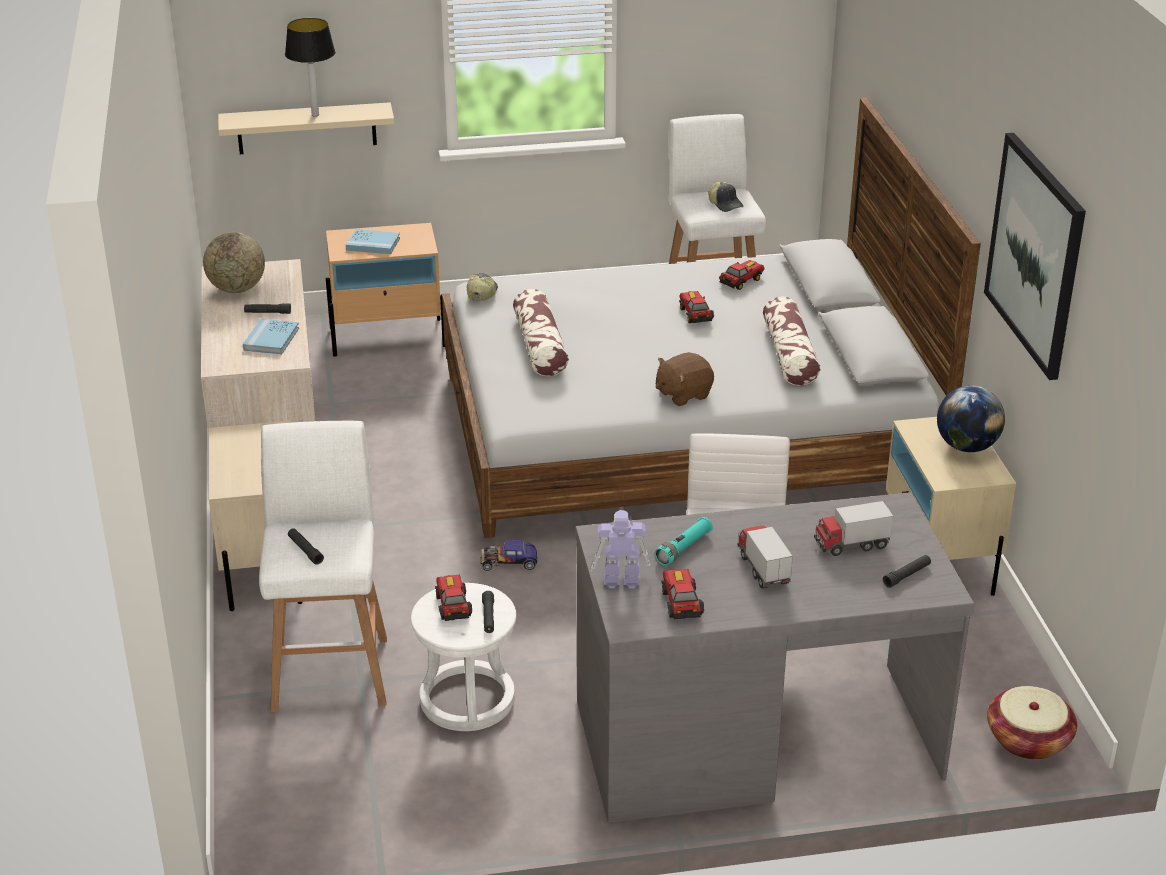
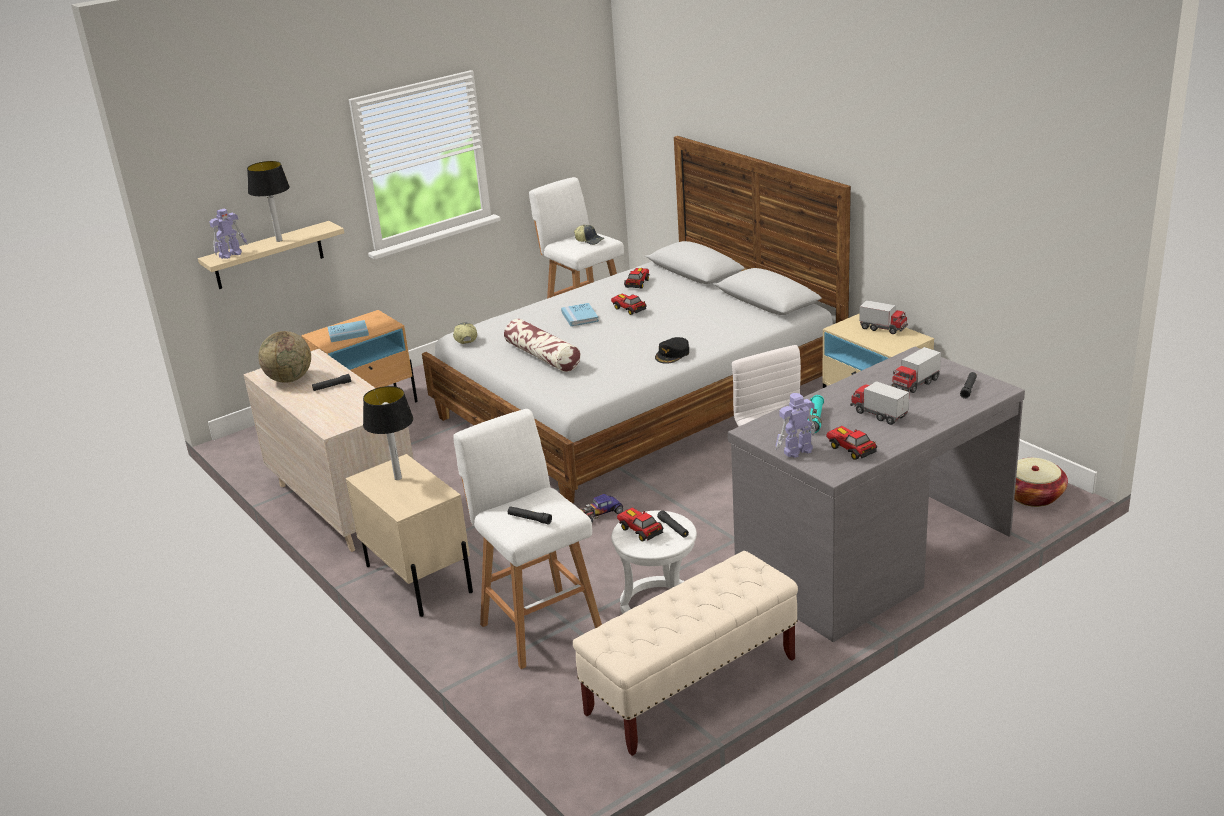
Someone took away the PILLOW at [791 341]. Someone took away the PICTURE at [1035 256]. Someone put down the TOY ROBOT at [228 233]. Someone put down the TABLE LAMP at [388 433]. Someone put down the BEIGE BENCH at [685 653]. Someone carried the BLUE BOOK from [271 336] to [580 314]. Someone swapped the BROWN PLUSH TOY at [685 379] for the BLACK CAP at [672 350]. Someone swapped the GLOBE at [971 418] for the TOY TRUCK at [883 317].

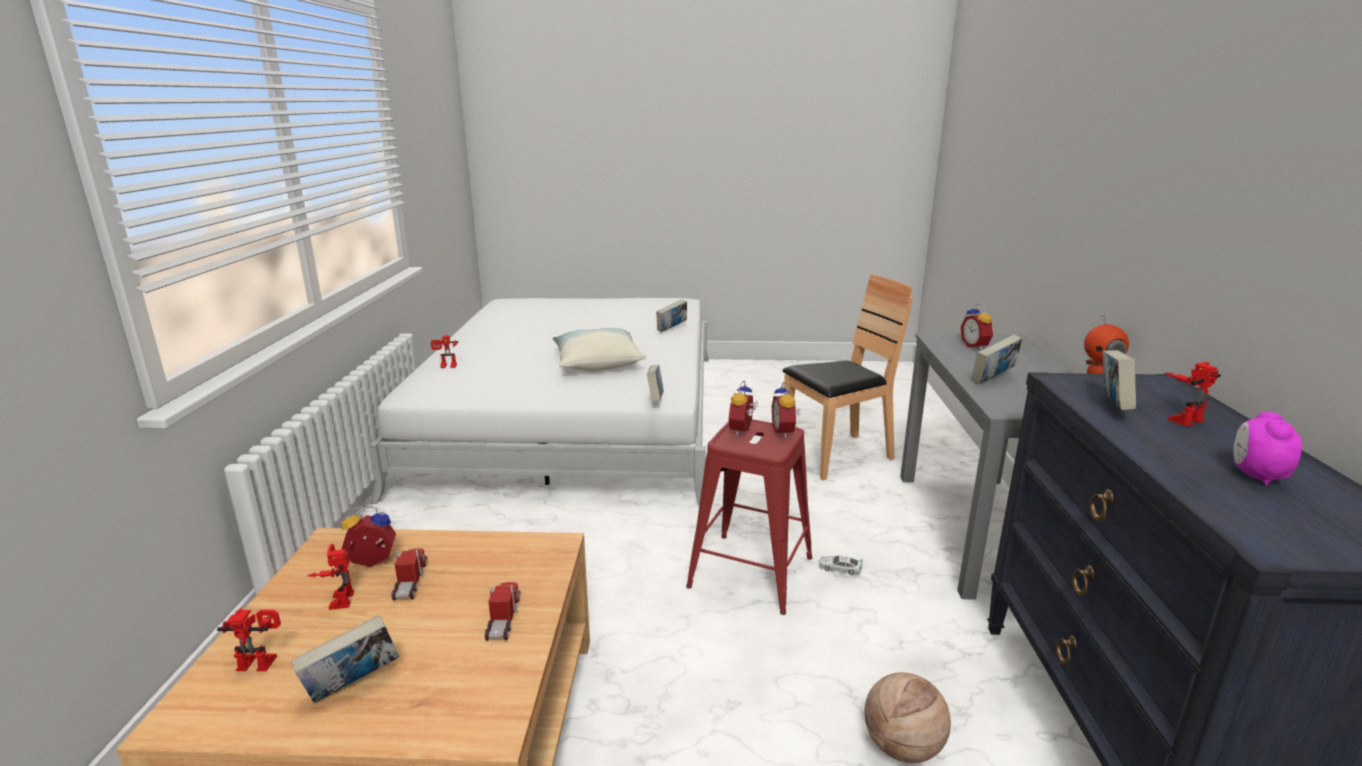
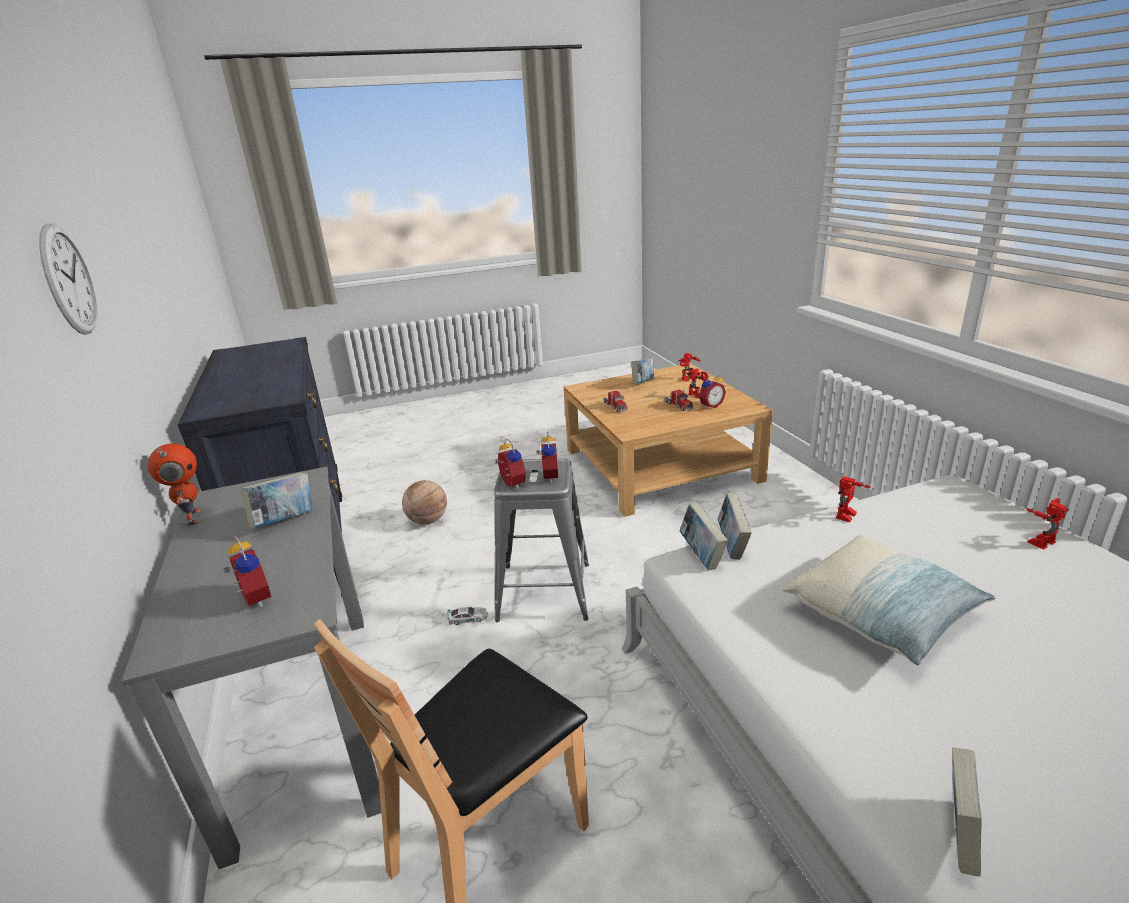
Someone took away the ALARM CLOCK at [1268 448]. Someone put up the WALL CLOCK at [68 279]. Someone carried the BOOK from [1119 380] to [735 526]. Someone carried the TOY ROBOT from [1193 394] to [853 499]. Someone repainted the RED STOOL at [749 517], which became the GREY STOOL at [541 540].

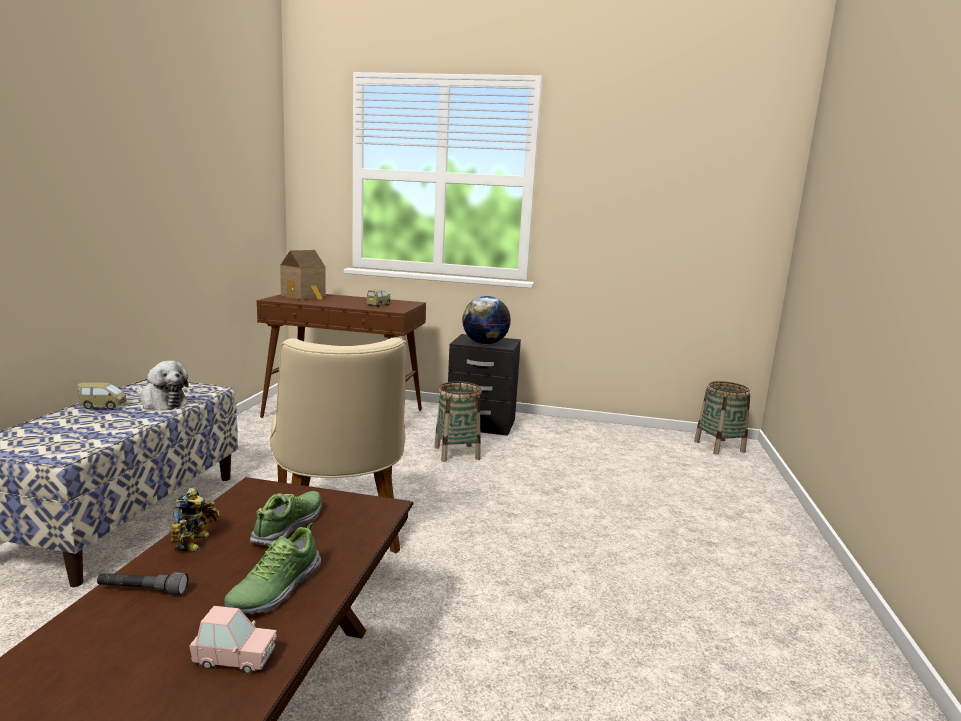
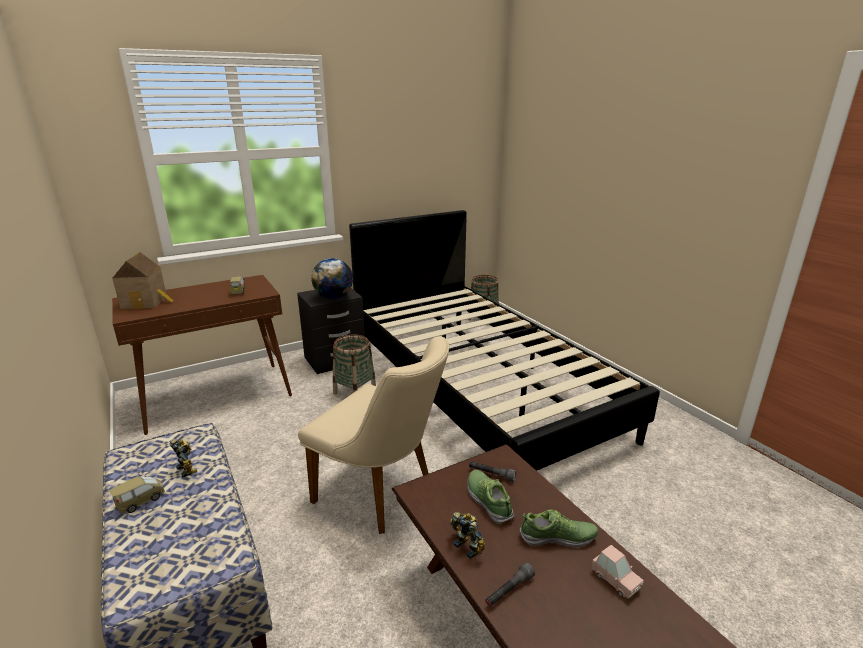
Someone put down the BLACK BED at [504 340]. Someone put down the GREY FLASHLIGHT at [492 471]. Someone swapped the PLUSH TOY at [162 385] for the TOY ROBOT at [183 458]. Someone rotated the PINK TOY CAR at [233 640] by 90 degrees clockwise. Someone rotated the SHOE at [272 568] by 75 degrees counterclockwise.

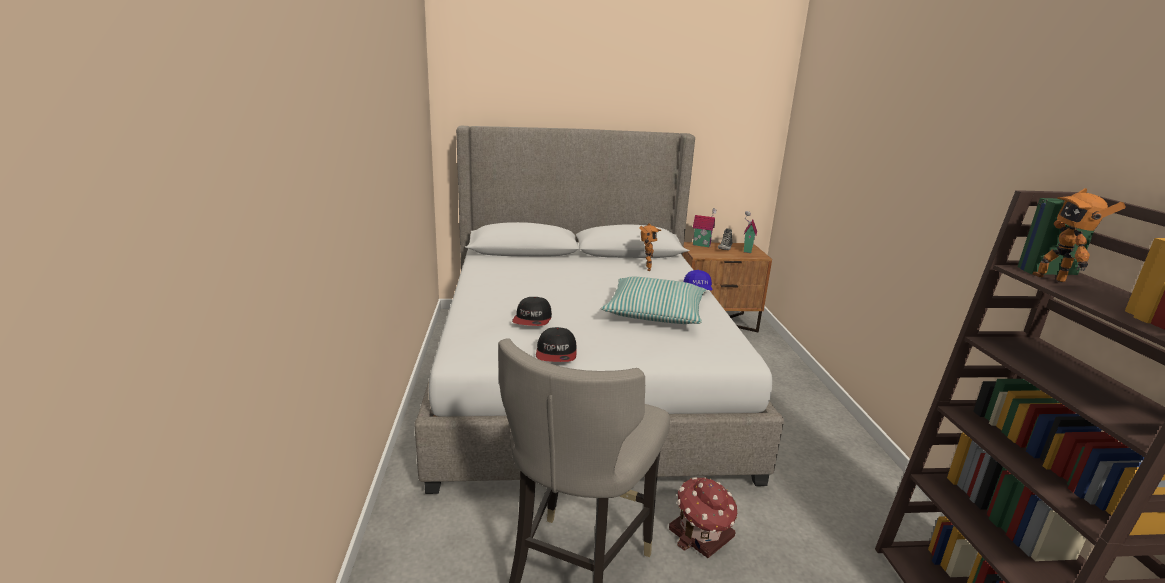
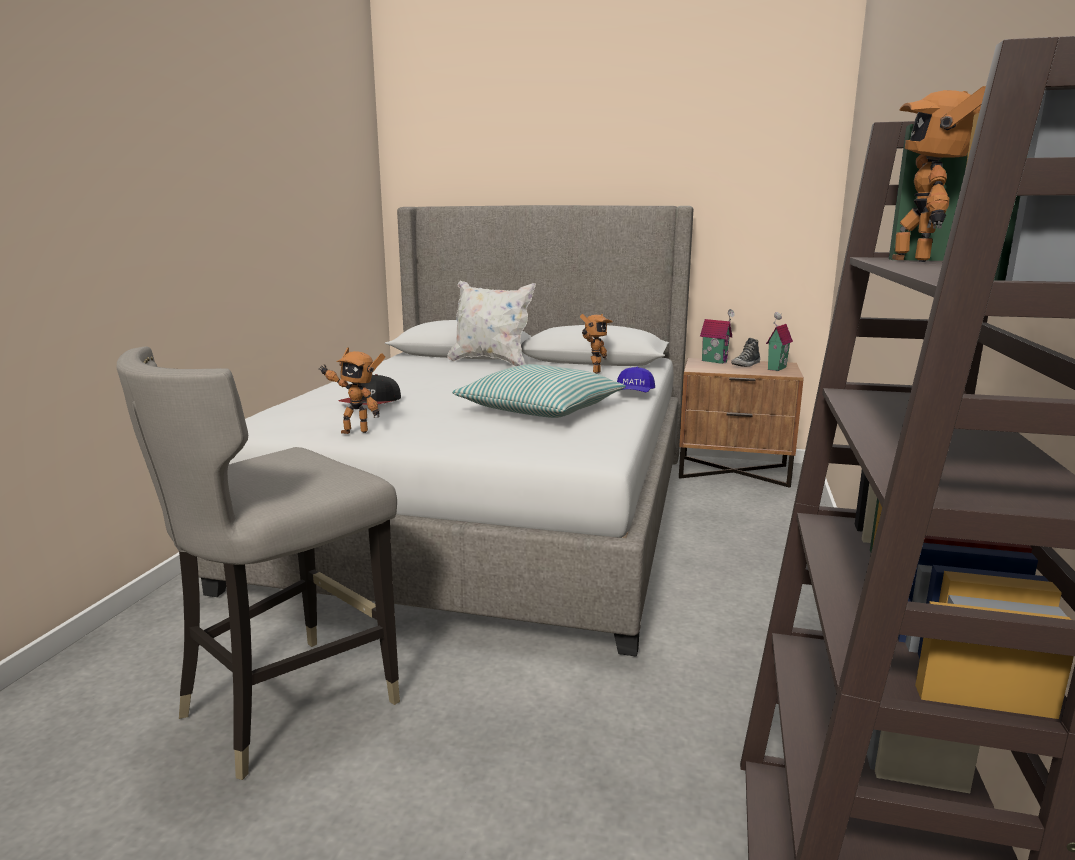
Someone took away the TOY HOUSE at [703 517]. Someone put down the WHITE PILLOW at [491 323]. Someone swapped the CAP at [556 344] for the TOY ROBOT at [352 390].

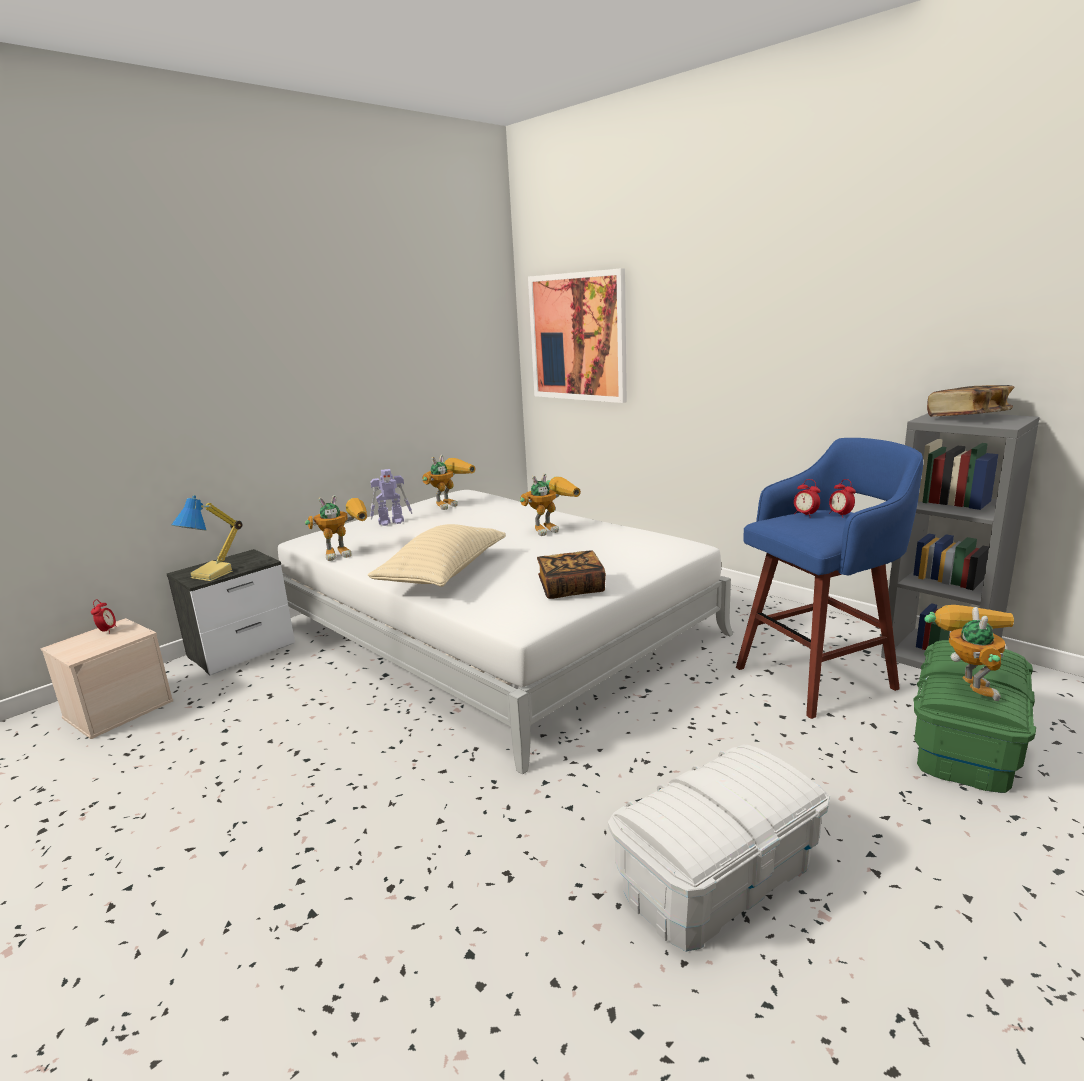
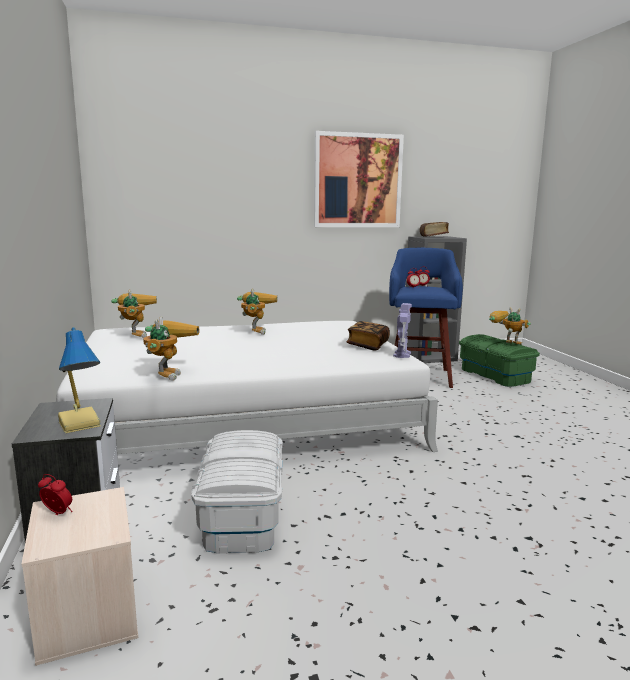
Someone took away the BEIGE PILLOW at [437 555]. Someone carried the TOY ROBOT from [391 497] to [402 330]. Someone carried the PICTURE from [577 335] to [359 179]. Someone carried the WHITE STORAGE BOX from [719 847] to [237 492].

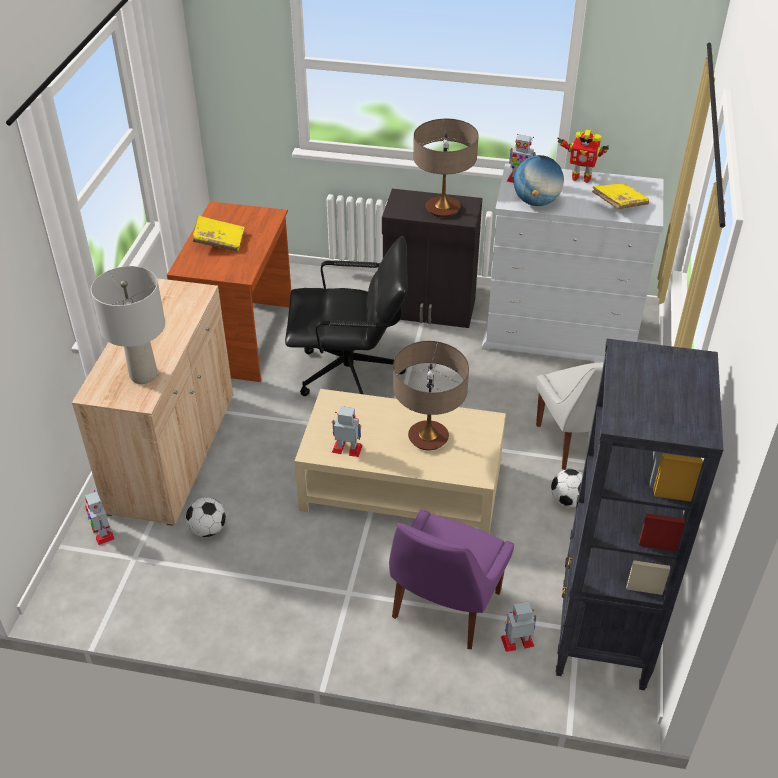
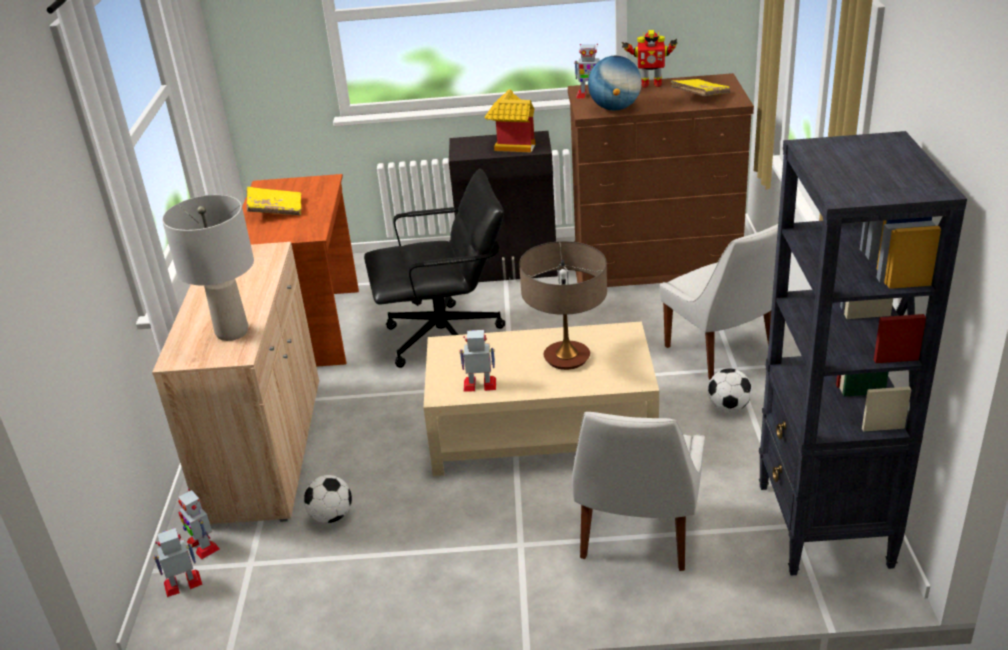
Someone carried the TOY ROBOT from [519 626] to [178 562]. Someone swapped the TABLE LAMP at [446 168] for the TOY HOUSE at [510 120]. Someone repainted the PURPLE CHAIR at [451 579], which became the WHITE CHAIR at [638 491]. Someone repainted the WHITE DRESSER at [572 262], which became the BROWN DRESSER at [661 180].

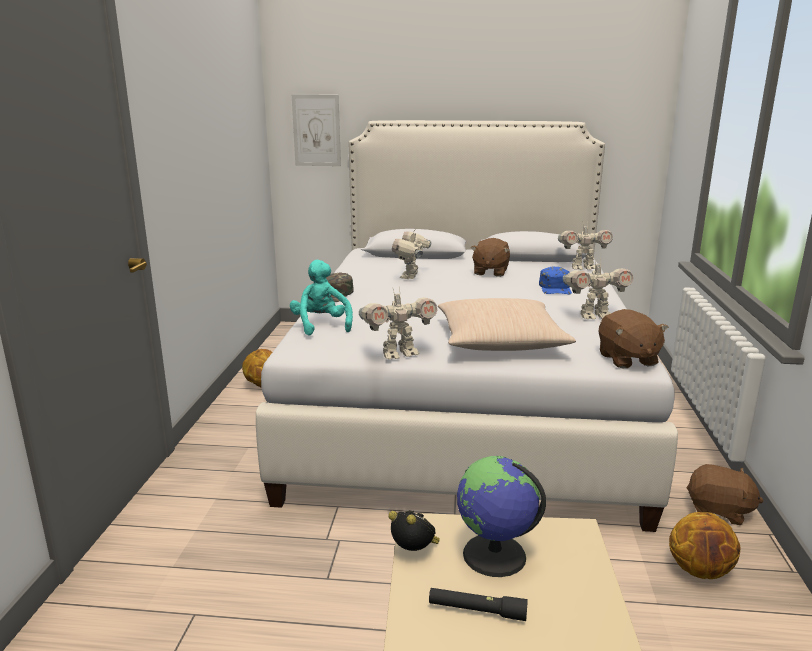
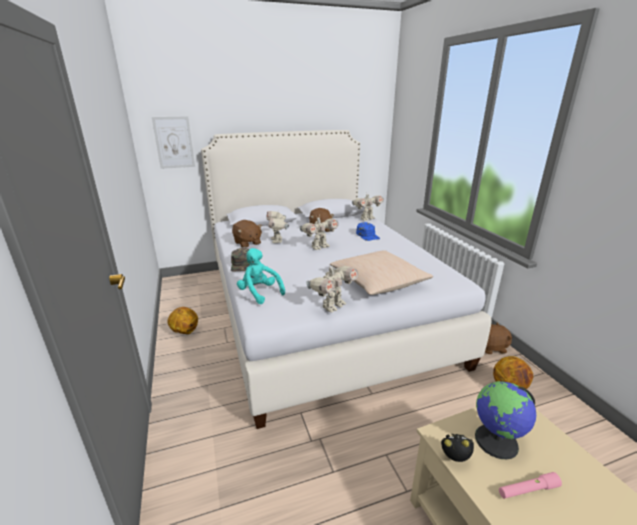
Someone carried the TOY ROBOT from [598 289] to [319 232]. Someone carried the BROWN PLUSH TOY from [633 339] to [247 234]. Someone repainted the BLACK FLASHLIGHT at [478 604], which became the PINK FLASHLIGHT at [530 485].

